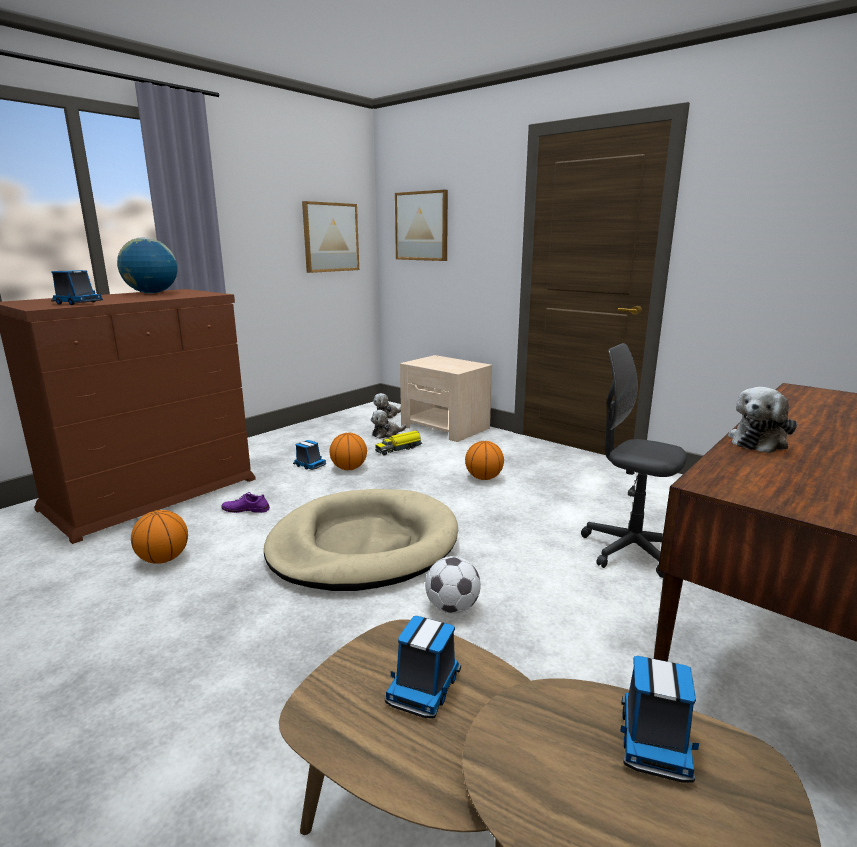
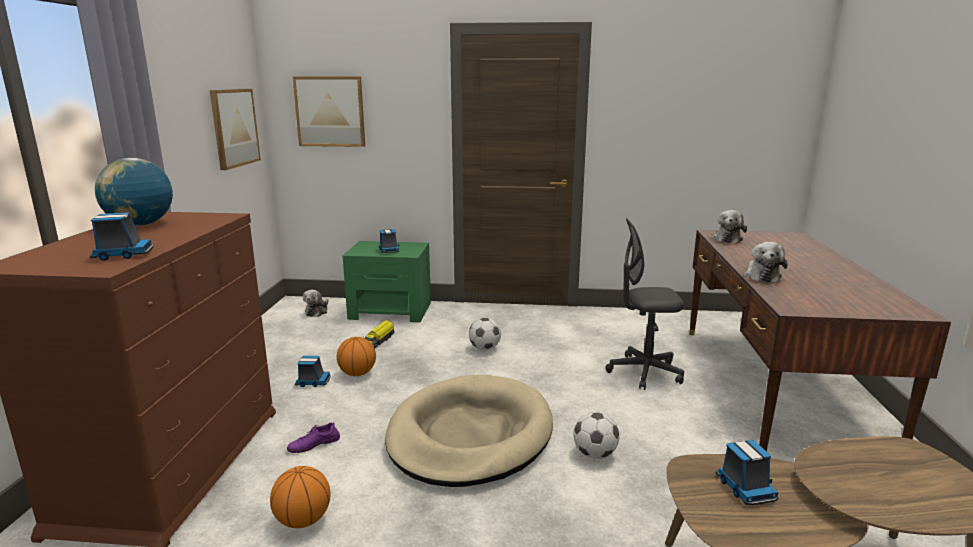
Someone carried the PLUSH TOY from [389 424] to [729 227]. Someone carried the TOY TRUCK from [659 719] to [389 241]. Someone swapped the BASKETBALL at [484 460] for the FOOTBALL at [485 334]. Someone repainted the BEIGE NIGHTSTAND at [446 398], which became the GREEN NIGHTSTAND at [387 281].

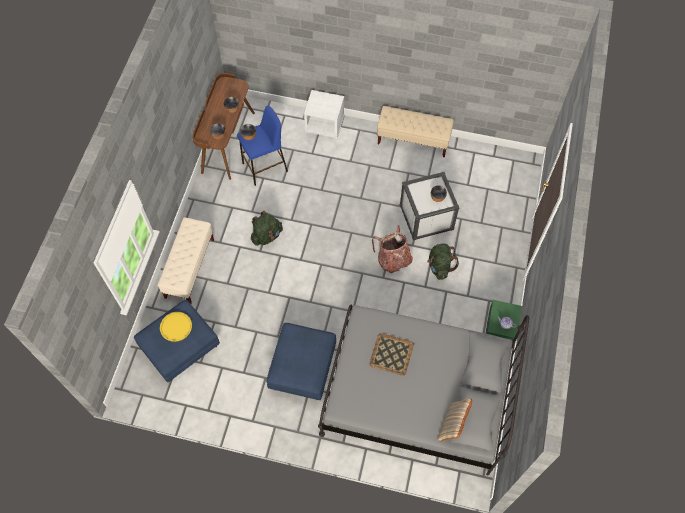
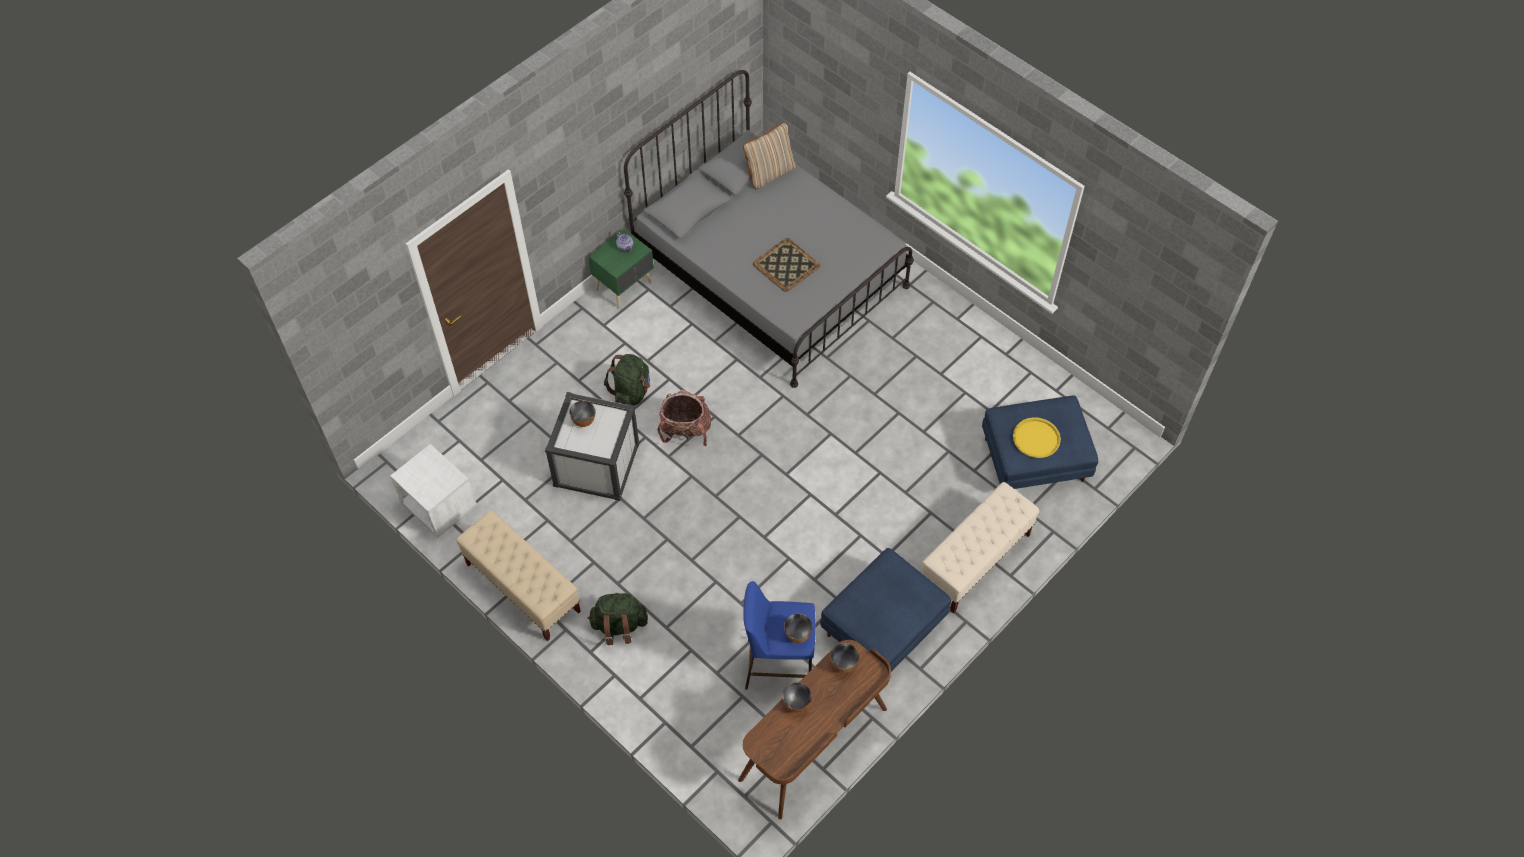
Someone carried the GREEN BACKPACK from [267 228] to [617 619]. Someone carried the BLUE OTTOMAN from [301 361] to [885 610]. Someone carried the WHITE NIGHTSTAND from [324 114] to [433 491].

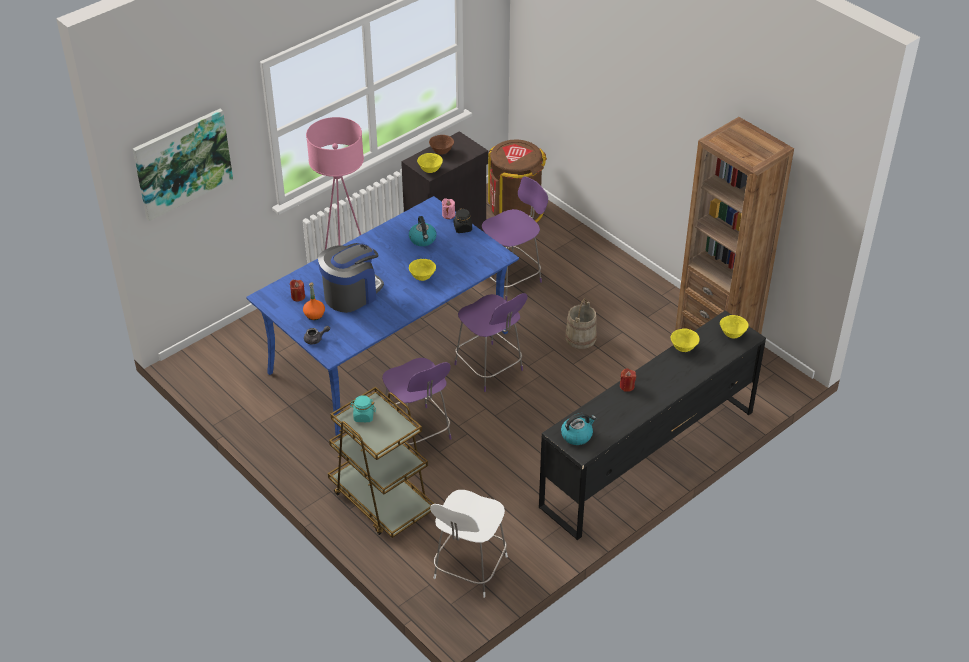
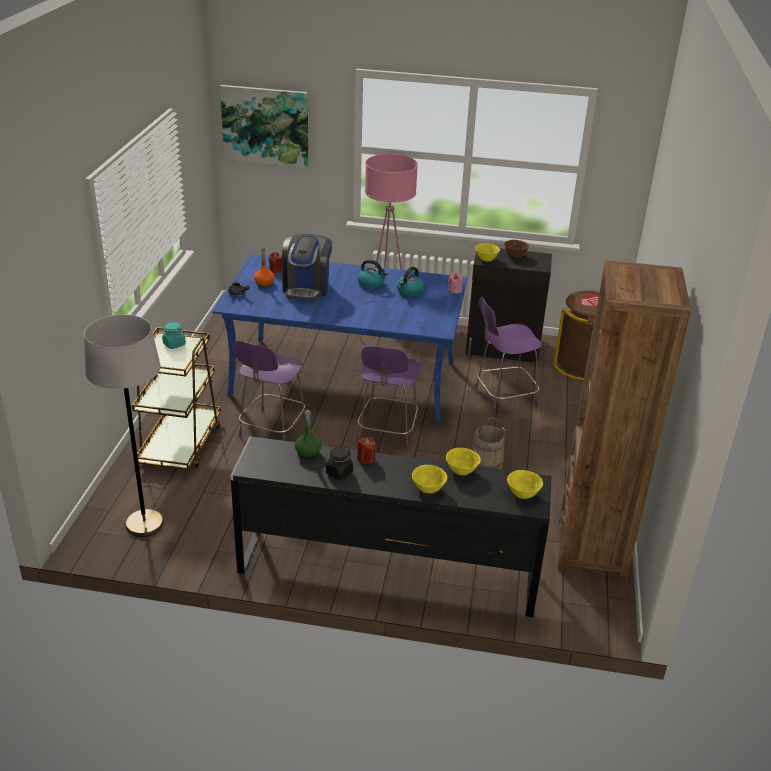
Someone put down the GREEN BOTTLE at [308 434]. Someone carried the YELLOW BOWL from [422 270] to [429 479]. Someone carried the BLACK JAR from [463 220] to [339 463]. Someone carried the KETTLE from [578 429] to [373 274]. Someone swapped the WHITE CHAIR at [469 544] for the GREY FLOOR LAMP at [124 426]. Someone rotated the COFFEE MACHINE at [351 278] by 90 degrees clockwise. Someone rotated the PURPLE CHAIR at [515 238] by 150 degrees clockwise.

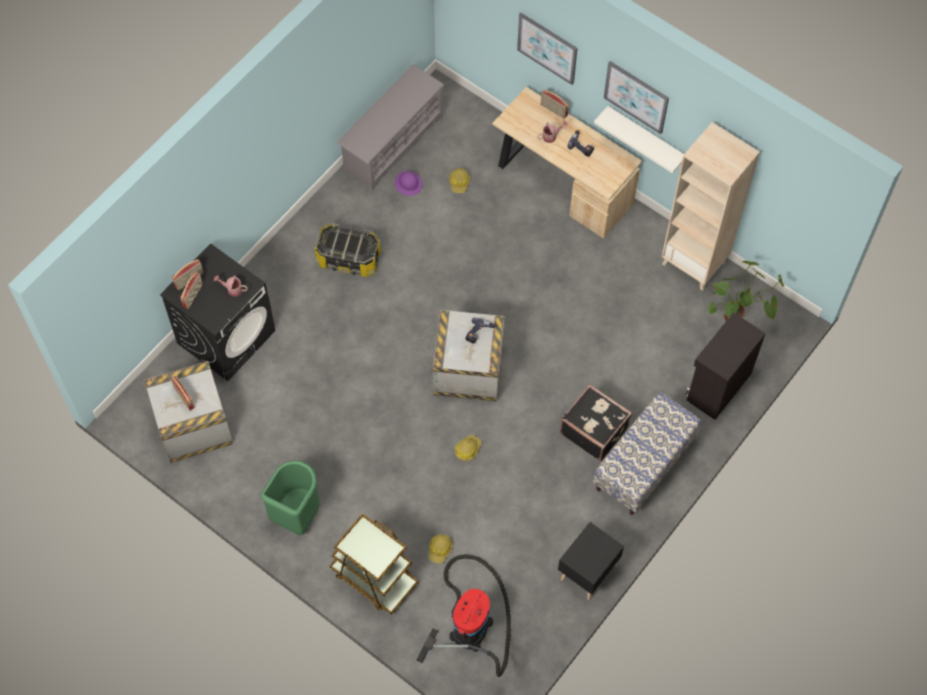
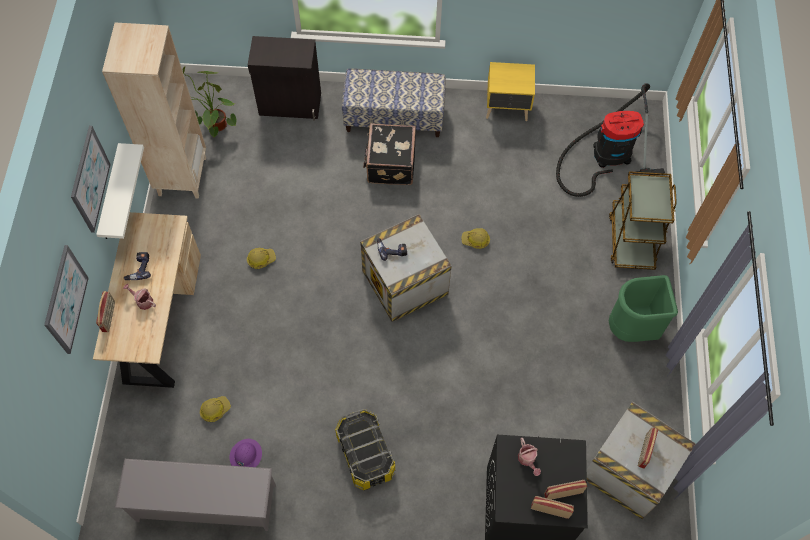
Someone carried the HARD HAT from [441 549] to [261 258]. Someone repainted the BLACK NIGHTSTAND at [591 561], which became the YELLOW NIGHTSTAND at [510 91].

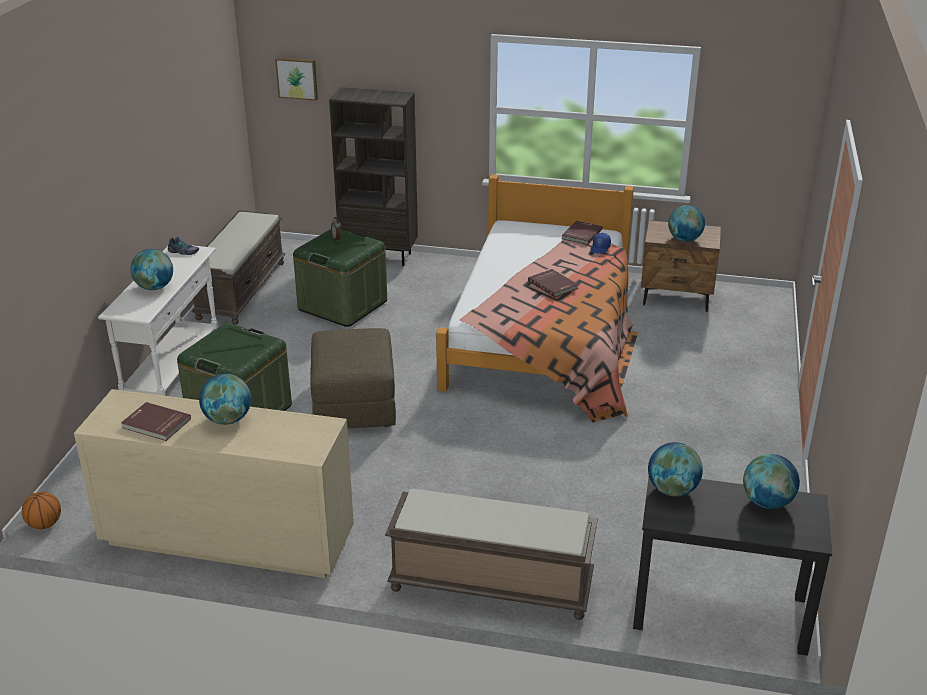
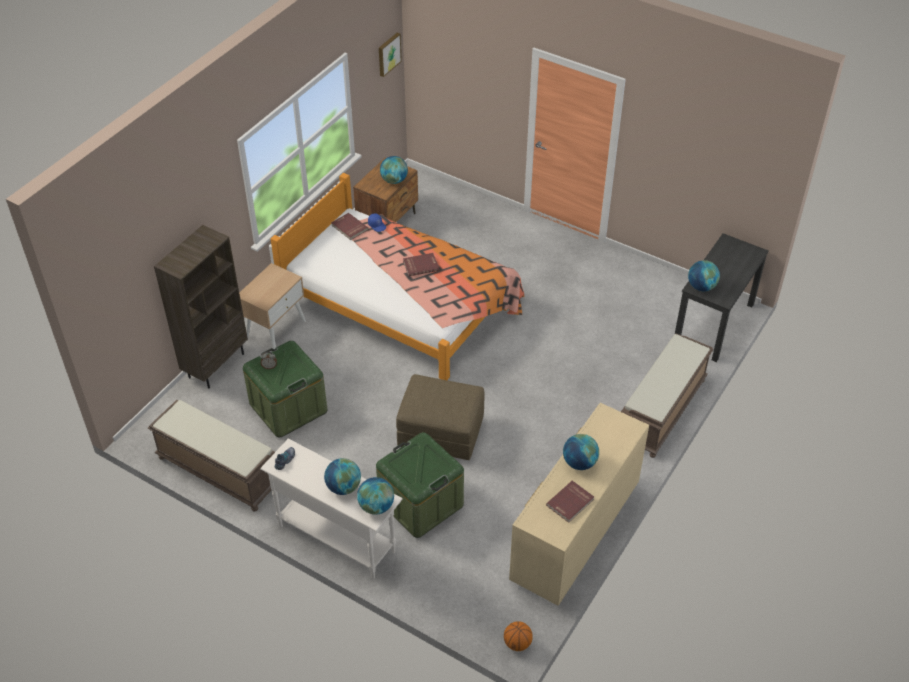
Someone put down the BEIGE NIGHTSTAND at [272 306]. Someone carried the PICTURE from [296 78] to [390 54]. Someone carried the GLOBE from [771 481] to [375 496].

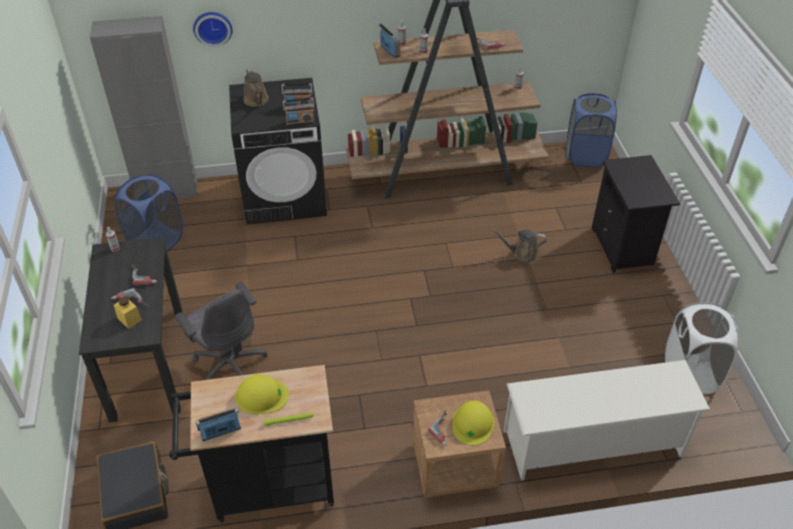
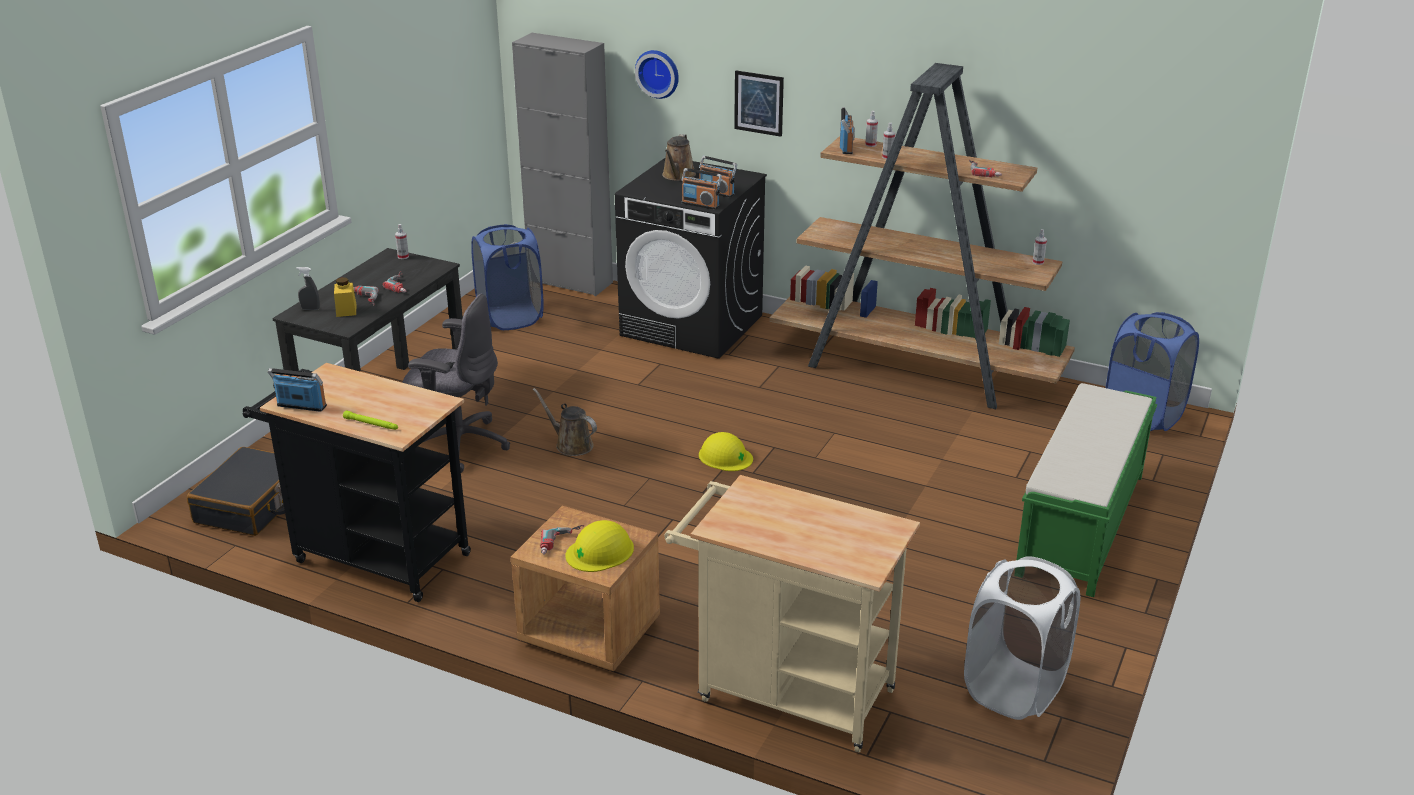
Someone put down the GREY SPRAY BOTTLE at [308 288]. Someone put up the PICTURE at [759 103]. Someone carried the YELLOW HARD HAT from [262 394] to [726 451]. Someone carried the BROWN WATERING CAN from [519 246] to [565 422]. Someone swapped the WHITE SHOE RACK at [607 420] for the BEIGE CART at [792 613]. Someone swapped the BLACK NIGHTSTAND at [636 214] for the GREEN BENCH at [1086 490]. Someone rotated the GREY OFFICE CHAIR at [221 331] by 75 degrees counterclockwise.

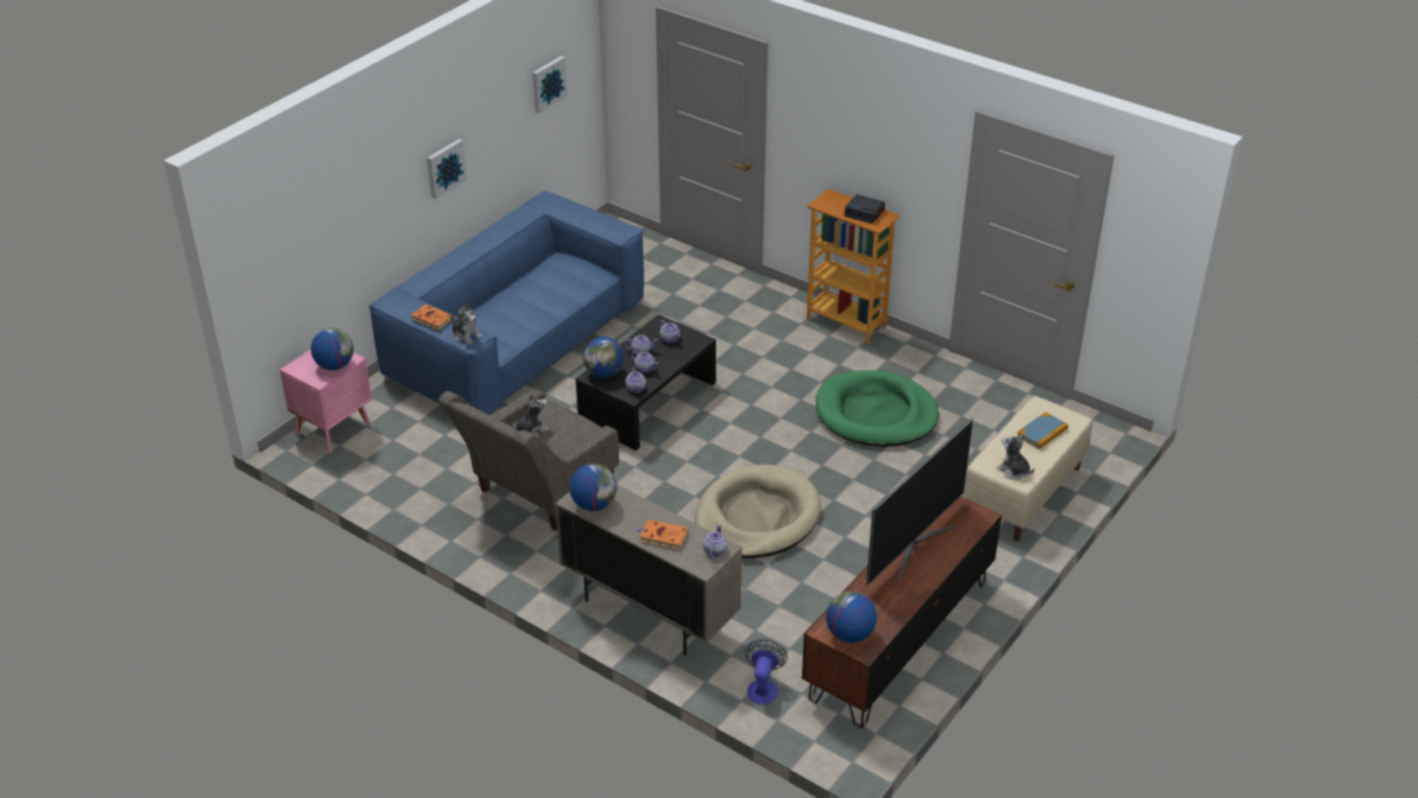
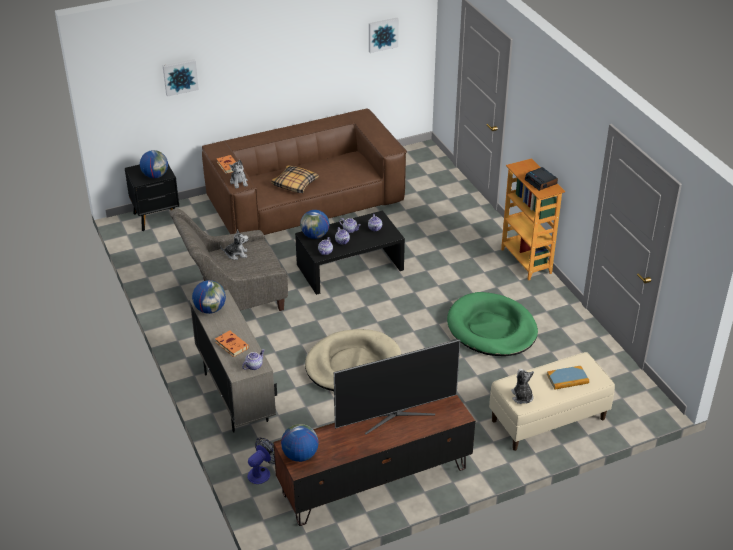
Someone put down the PILLOW at [295 179]. Someone carried the PICTURE from [447 169] to [181 78]. Someone repainted the PINK NIGHTSTAND at [326 401], which became the BLACK NIGHTSTAND at [152 197]. Someone repainted the BLUE SOFA at [506 303], which became the BROWN SOFA at [304 171].

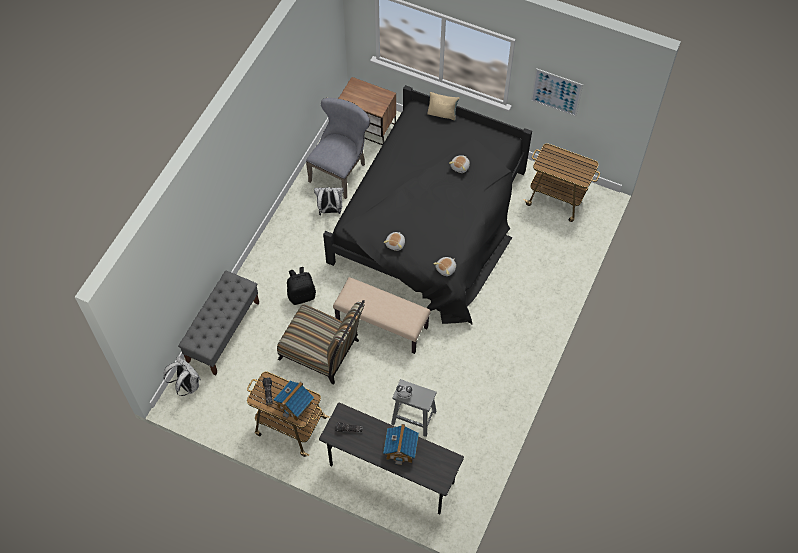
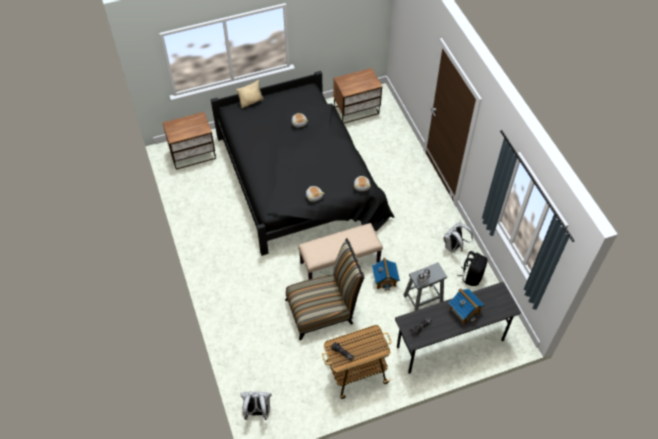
Someone took away the GREY BENCH at [218 323]. Someone took away the GREY CHAIR at [338 148]. Someone took away the PICTURE at [557 92]. Someone carried the TOY HOUSE from [293 401] to [386 274]. Someone carried the BLACK BACKPACK from [301 286] to [472 268]. Someone carried the WHITE BACKPACK from [329 201] to [458 237]. Someone swapped the CART at [562 182] for the NIGHTSTAND at [357 95].

